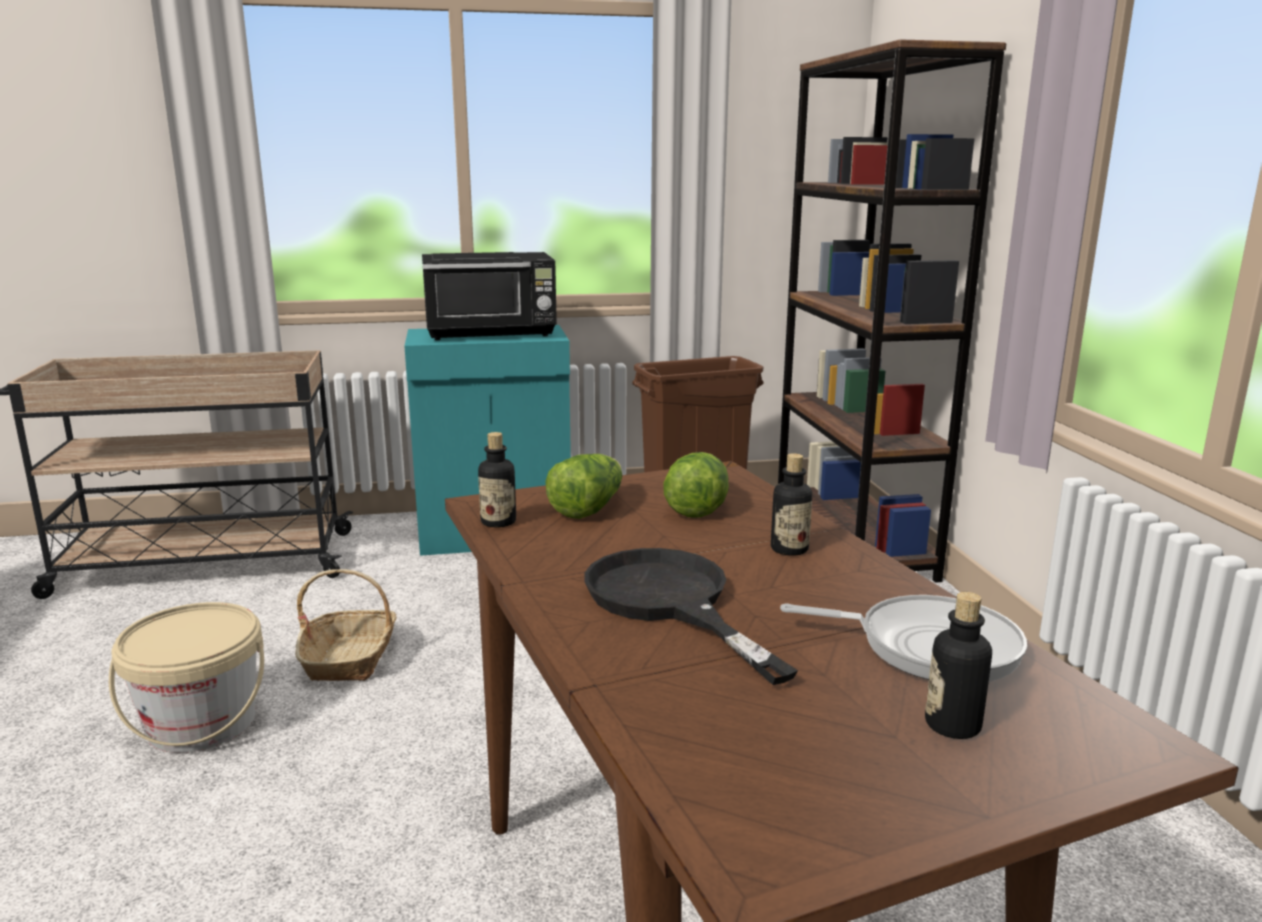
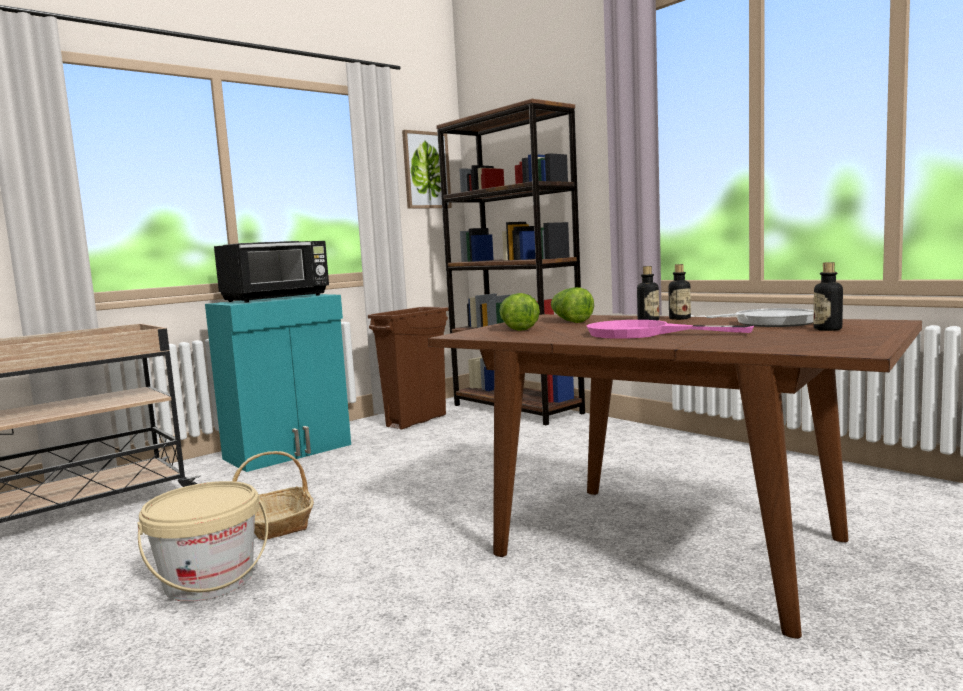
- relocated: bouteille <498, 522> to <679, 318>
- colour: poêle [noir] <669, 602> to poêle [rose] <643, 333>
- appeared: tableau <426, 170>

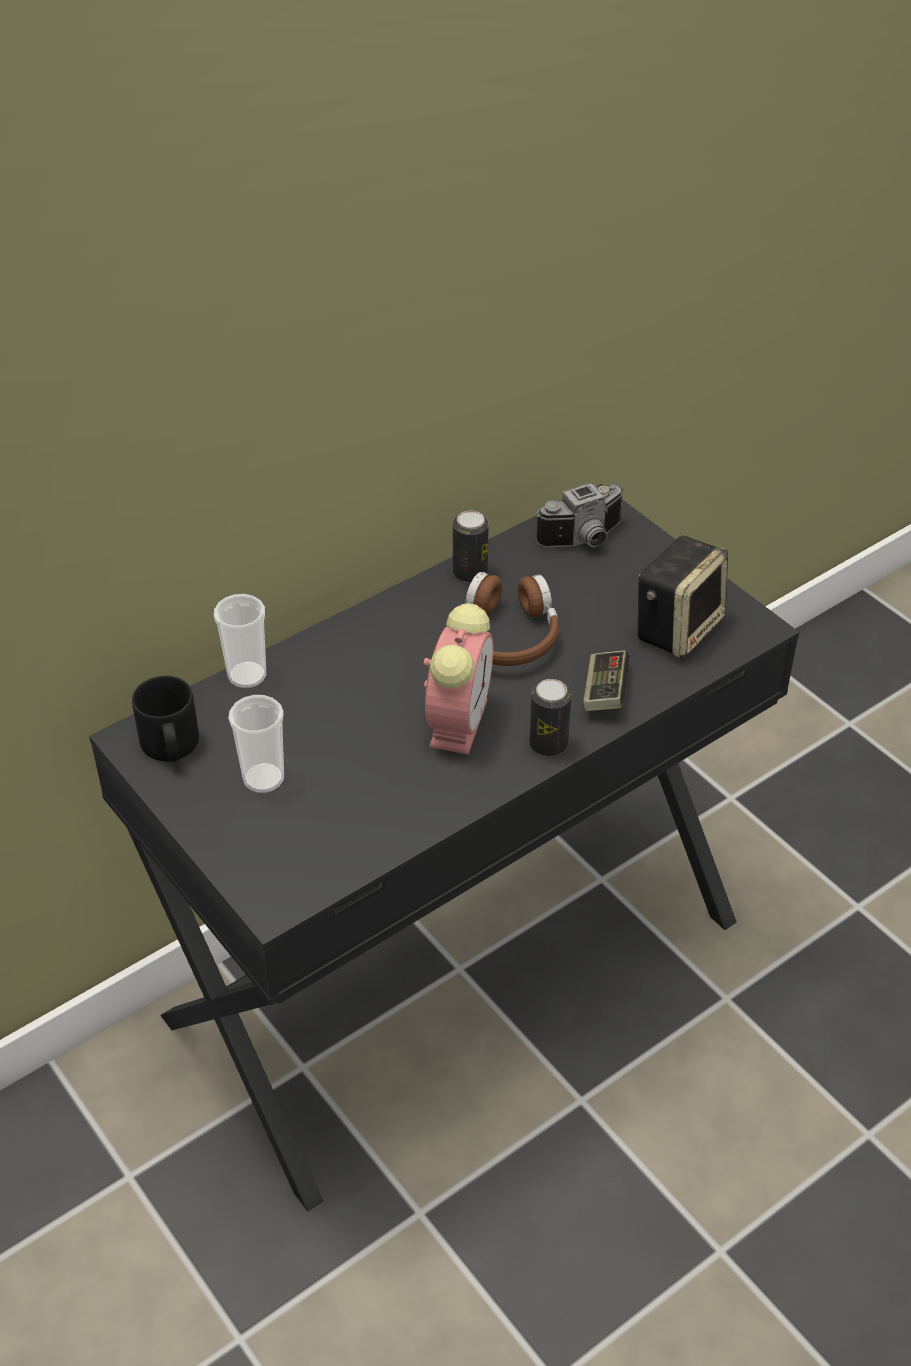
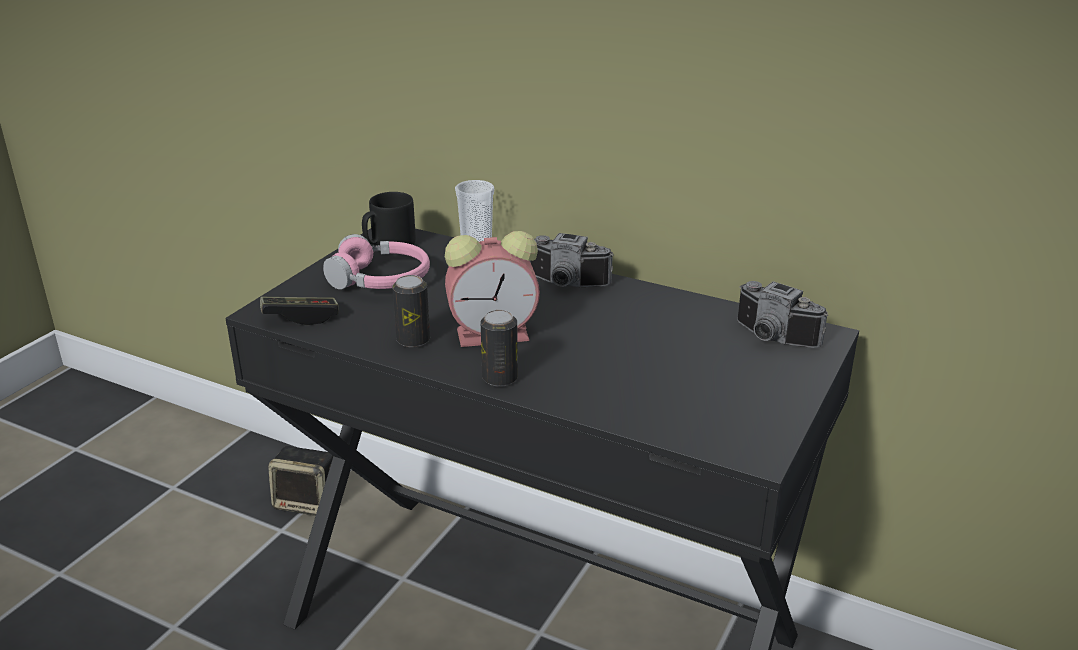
- relocated: boîte métallique <470, 573> to <413, 340>
- relocated: enceinte <677, 627> to <307, 502>
- missing: casque audio [marron] <506, 635>
- relocated: manette <604, 692> to <300, 317>
- exchanged: tasse <263, 778> to casque audio [rose] <380, 279>
- appeared: appareil photo <566, 285>

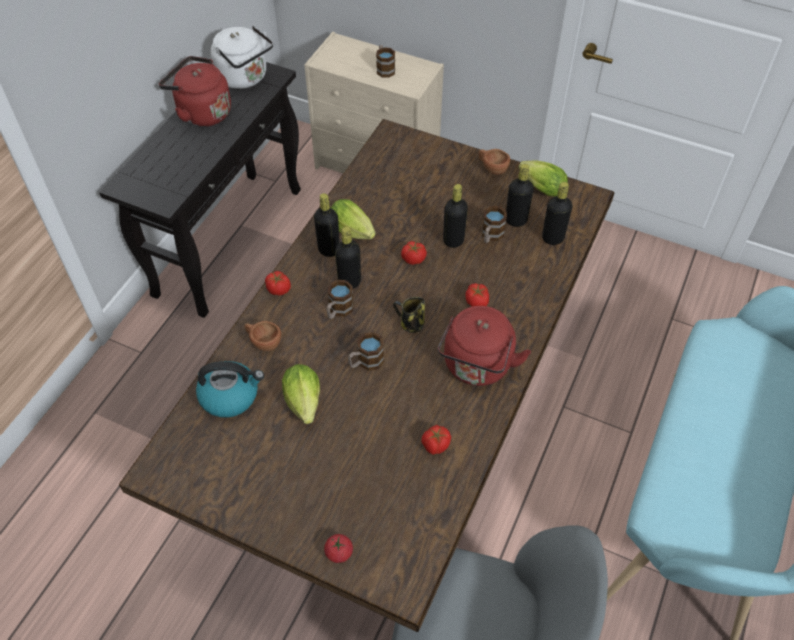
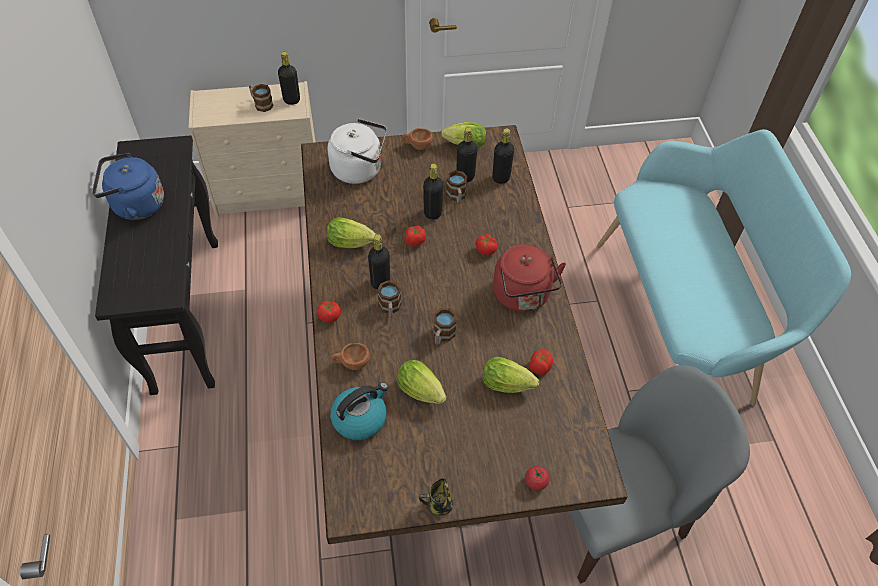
- relocated: bouilloire [blanc] <245, 78> to <360, 169>
- colour: bouilloire [rouge] <201, 113> to bouilloire [bleu] <135, 205>
- relocated: bouteille [noir] <329, 249> to <291, 100>
- relocated: mug <410, 324> to <438, 505>
- appeared: laitue <509, 385>

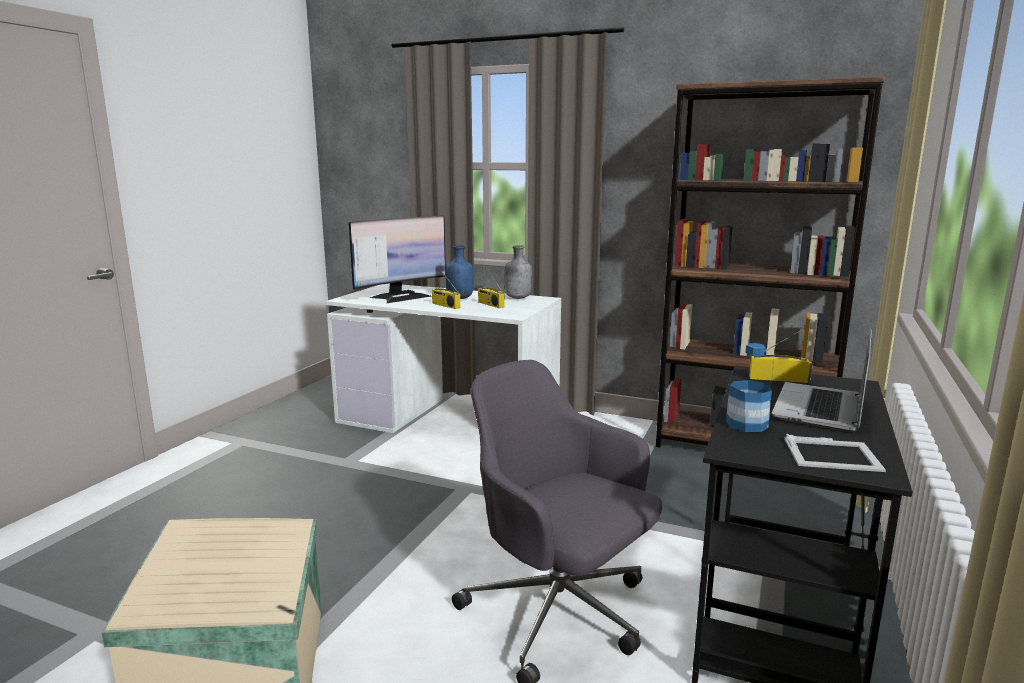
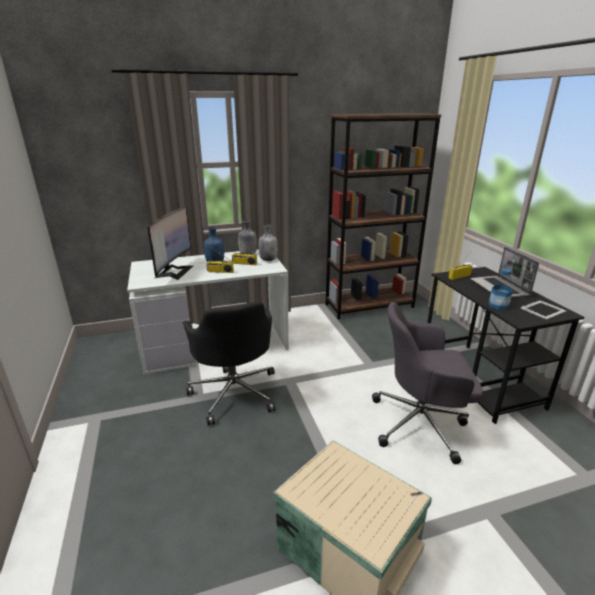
- appeared: bouteille [gris] <268, 259>
- appeared: chaise de bureau [noir] <235, 392>

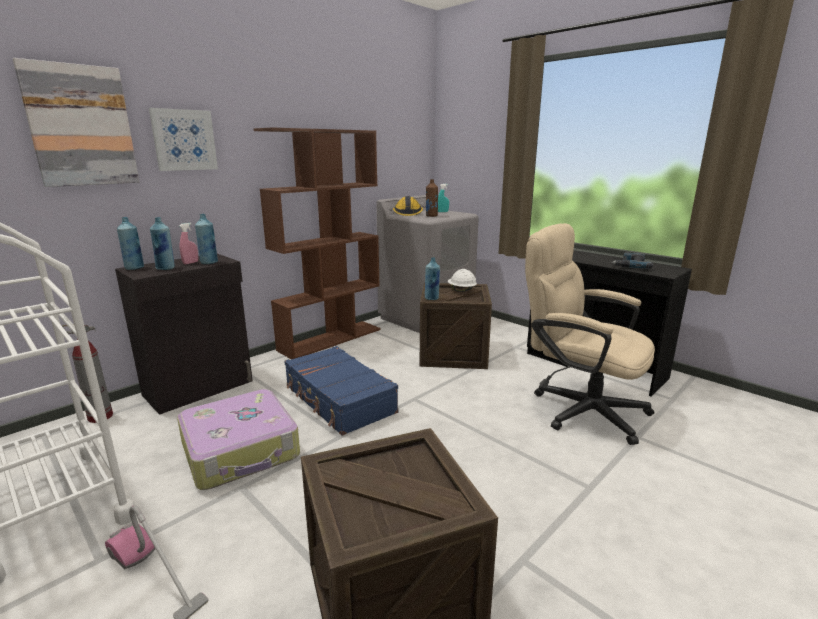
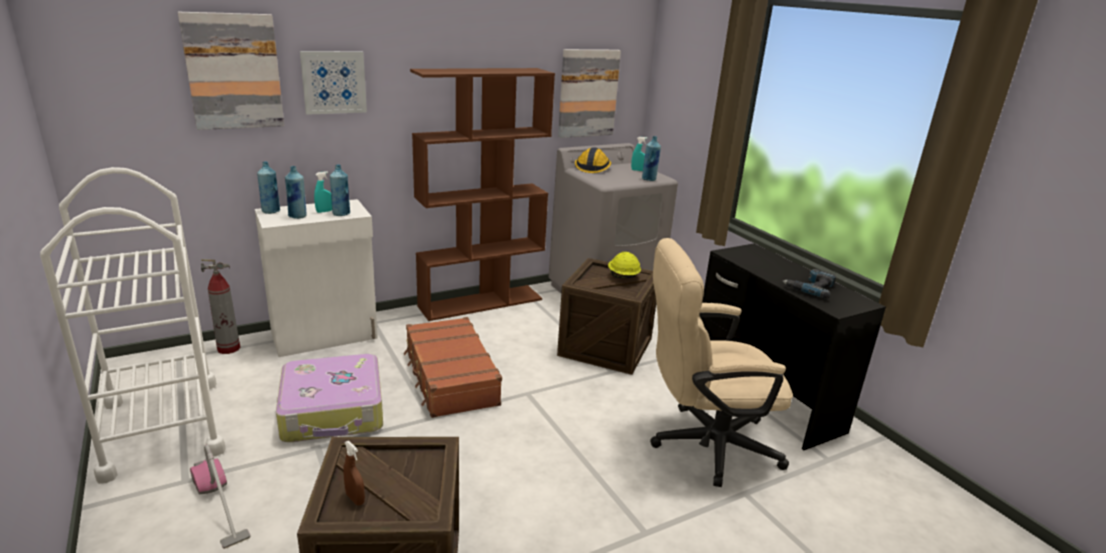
- missing: bouteille [marron] <431, 216>
- colour: vaporisateur [rose] <190, 263> to vaporisateur [turquoise] <324, 211>
- spun: chaise de bureau [beige] <579, 408> = <703, 444> 60 degrees counterclockwise
- colour: meuble de rangement [noir] <200, 388> to meuble de rangement [blanc] <325, 336>
- relocated: bouteille [bleu] <432, 298> to <649, 179>
- colour: casque de chantier [blanc] <461, 290> to casque de chantier [jaune] <623, 276>
- colour: valise [bleu] <339, 400> to valise [marron] <450, 377>
- appeared: tableau <587, 93>
- appeared: vaporisateur [marron] <355, 499>

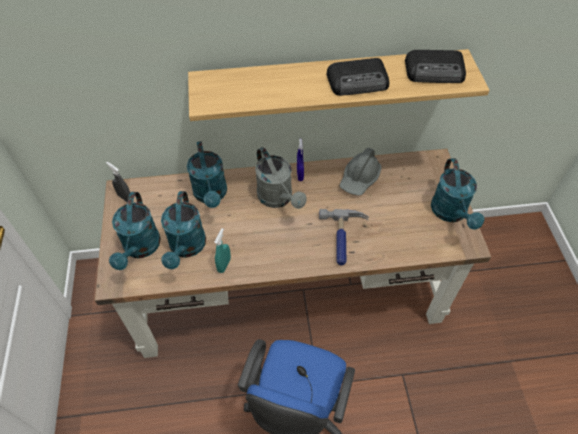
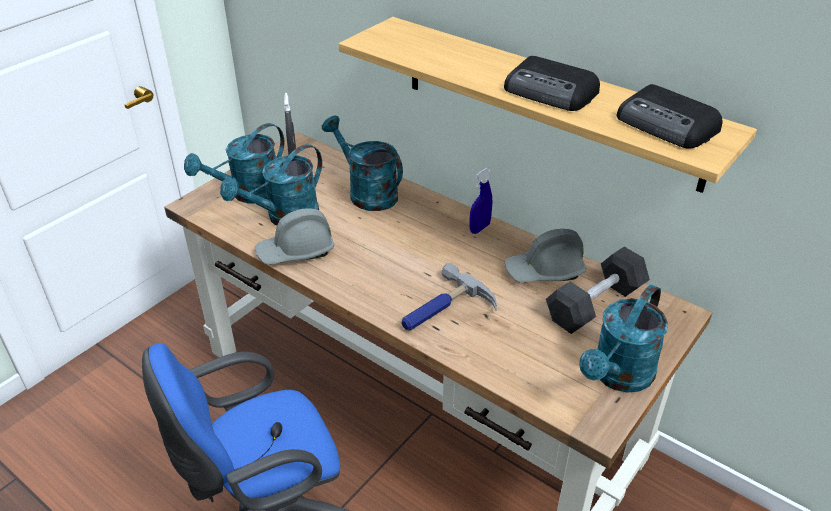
- spun: arrosoir [turquoise] <211, 195> = <366, 192> 105 degrees clockwise
- missing: arrosoir [gris] <278, 199>
- exchanged: vaporisateur [turquoise] <224, 265> to casque de chantier [gris] <296, 252>
- appeared: haltère [noir] <595, 304>

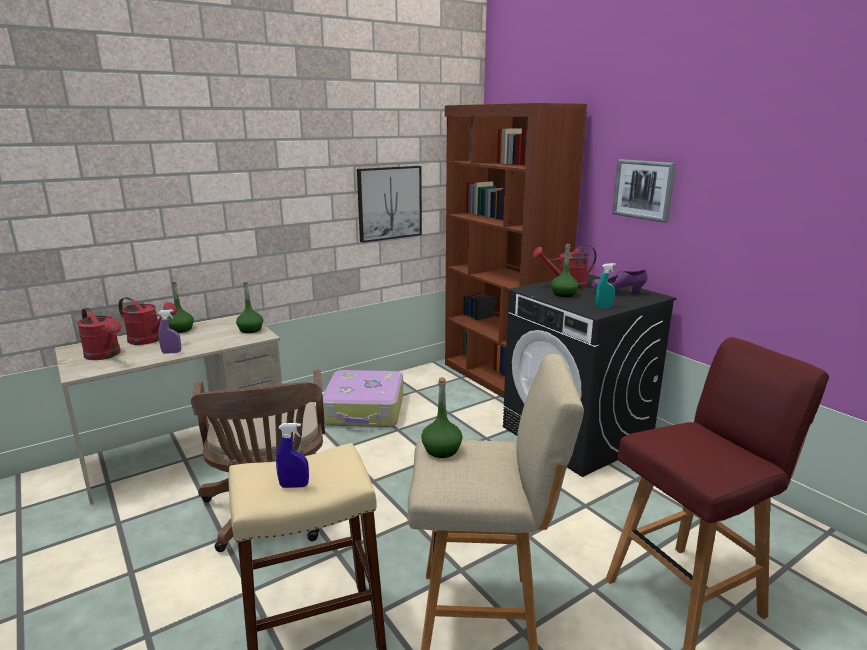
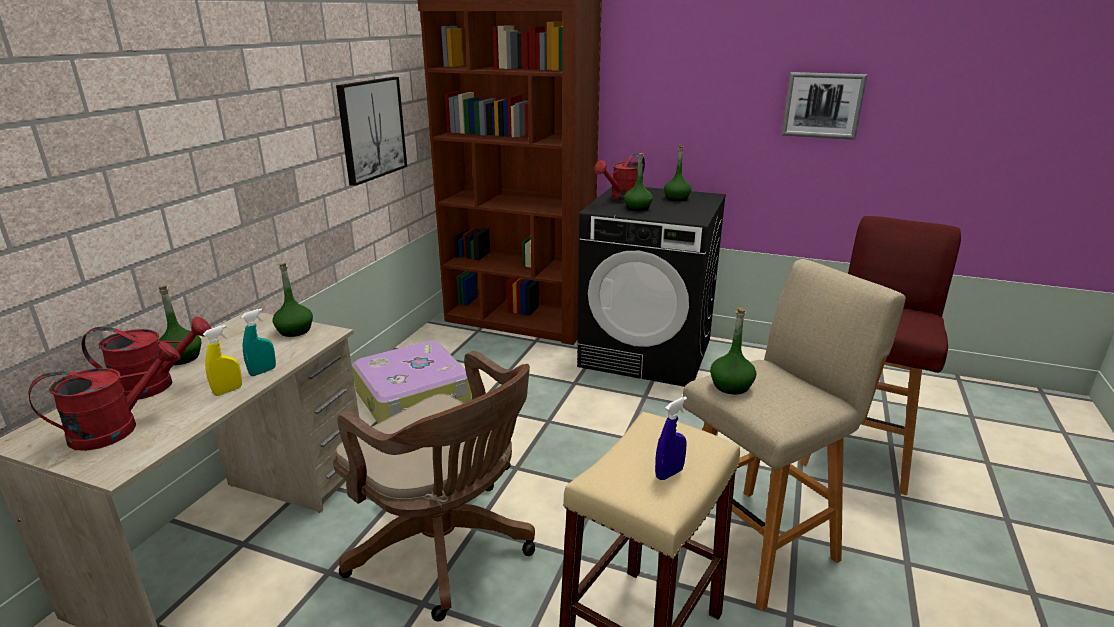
- relocated: tableau <643, 189> to <822, 105>
- relocated: vaporisateur [turquoise] <603, 307> to <263, 371>
- exchanged: chaussure [violet] <617, 293> to bouteille [vert] <677, 198>
- spun: arrosoir [rouge] <105, 355> = <117, 428> 45 degrees counterclockwise
- colour: vaporisateur [violet] <171, 352> to vaporisateur [jaune] <228, 391>

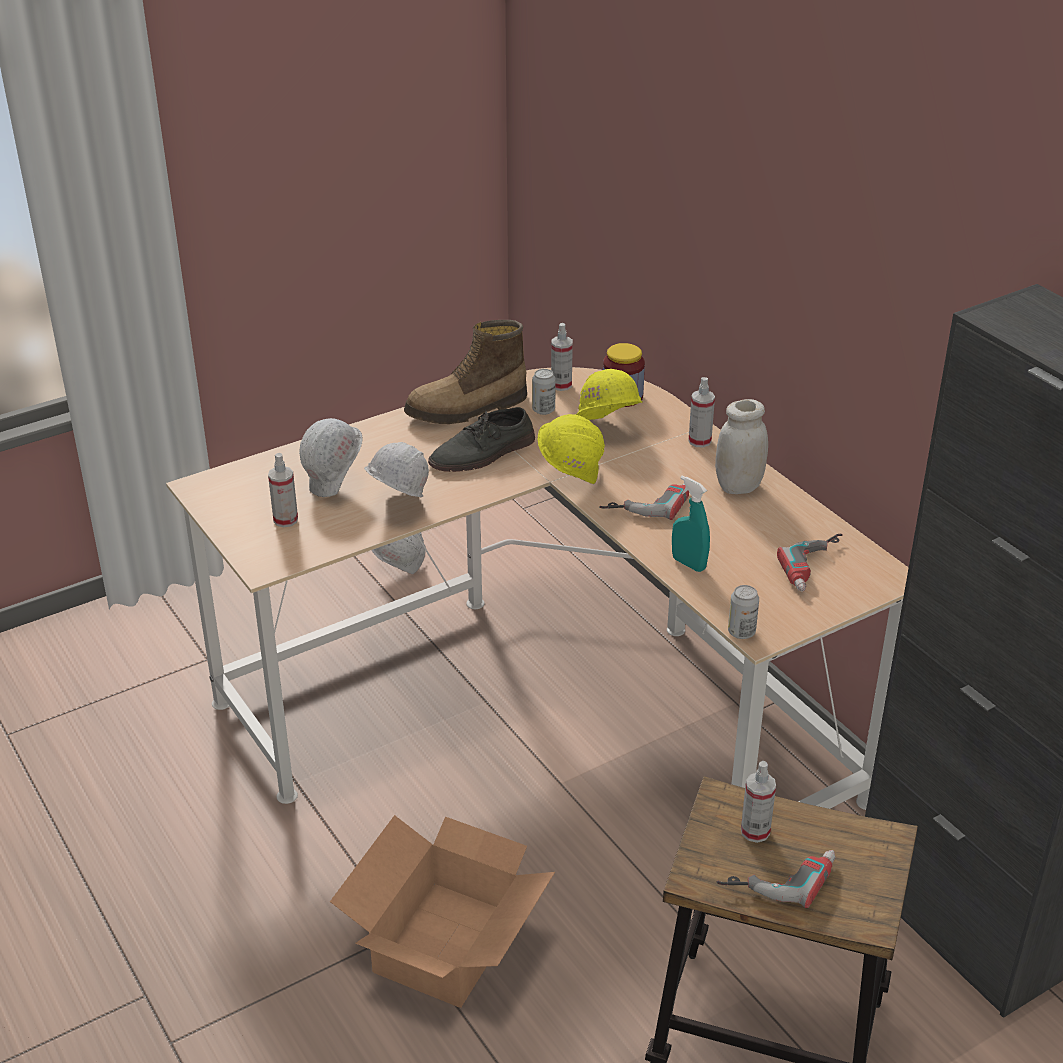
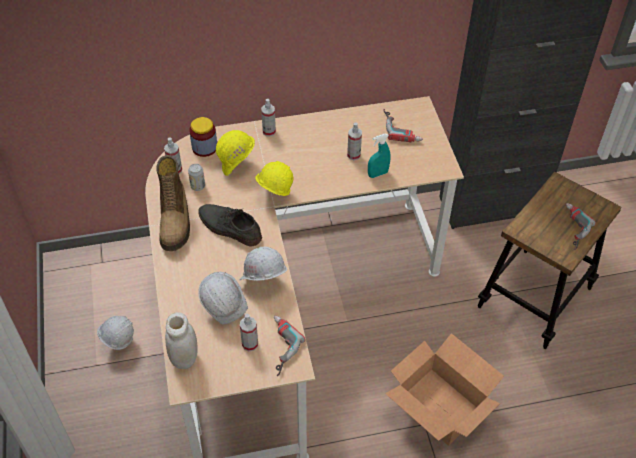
- relocated: bocal [blanc] <738, 486> to <184, 358>
- spun: chaussure [gris] <483, 453> = <229, 227> 135 degrees clockwise
- relocated: perceuse <647, 501> to <277, 346>
- missing: boîte métallique <741, 632>
- relocated: vaporisateur <755, 831> to <353, 155>

